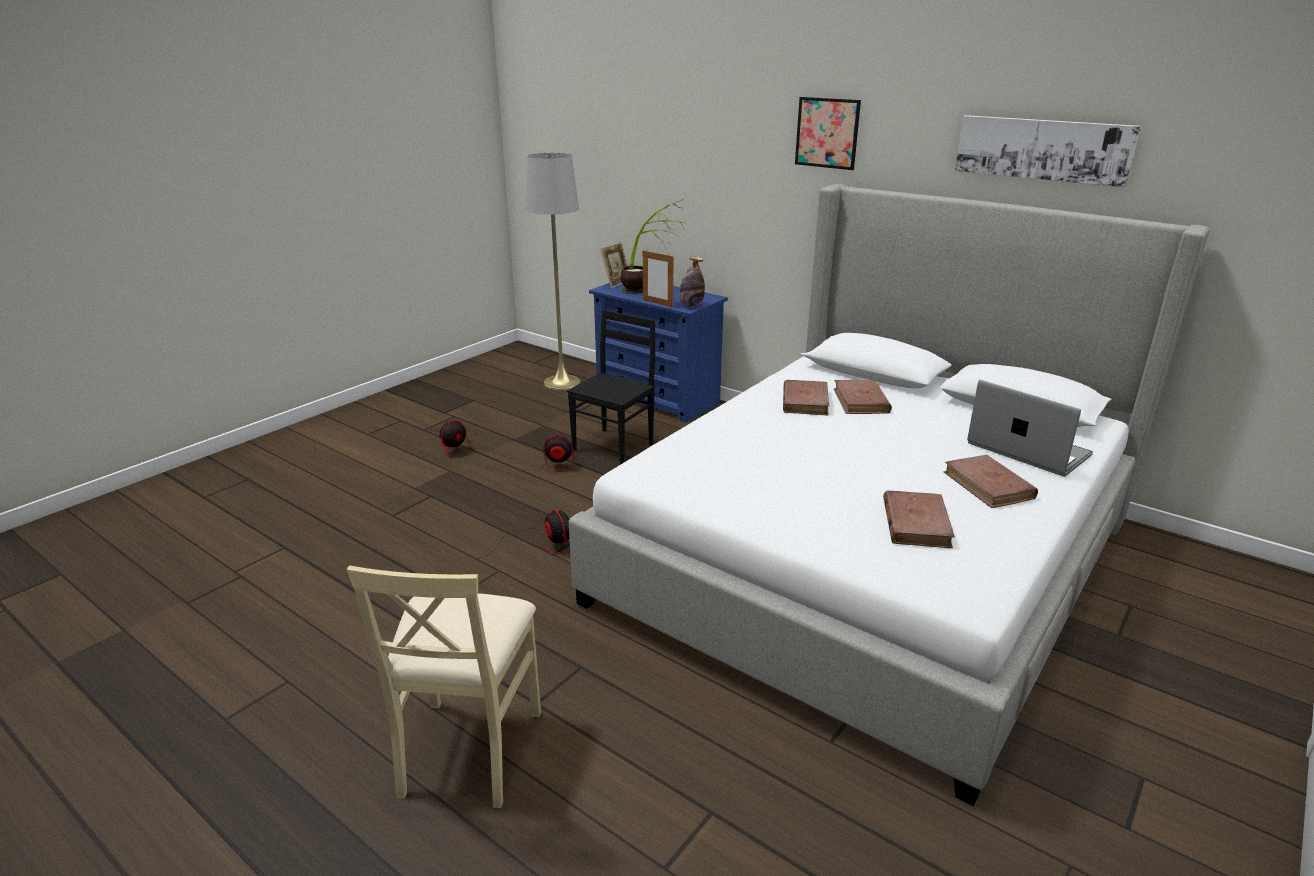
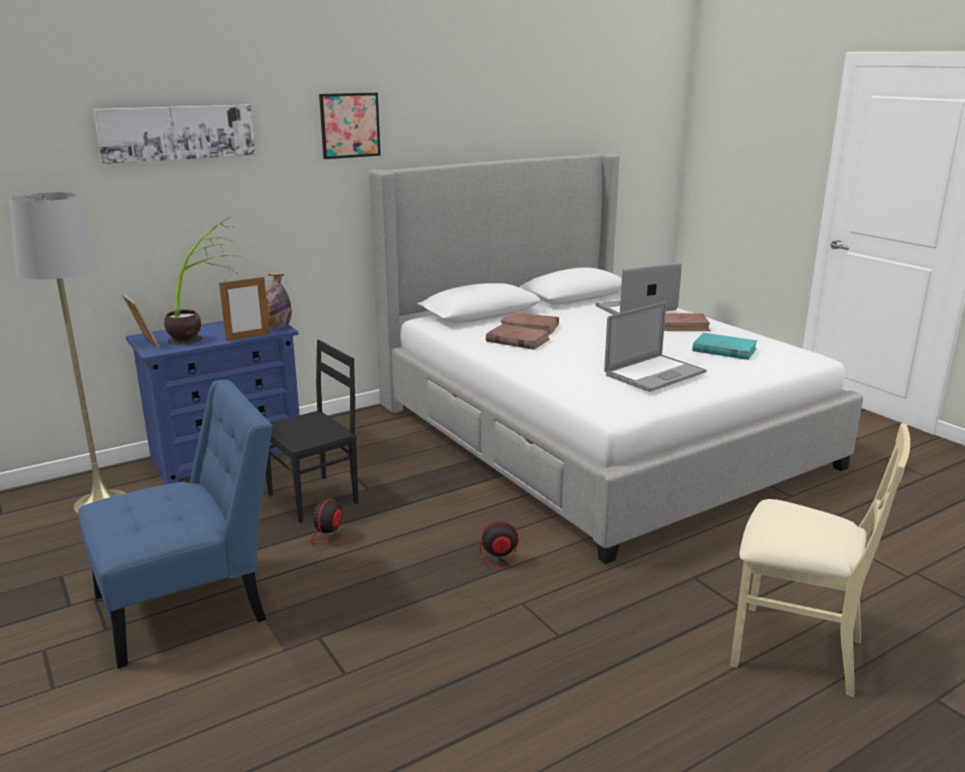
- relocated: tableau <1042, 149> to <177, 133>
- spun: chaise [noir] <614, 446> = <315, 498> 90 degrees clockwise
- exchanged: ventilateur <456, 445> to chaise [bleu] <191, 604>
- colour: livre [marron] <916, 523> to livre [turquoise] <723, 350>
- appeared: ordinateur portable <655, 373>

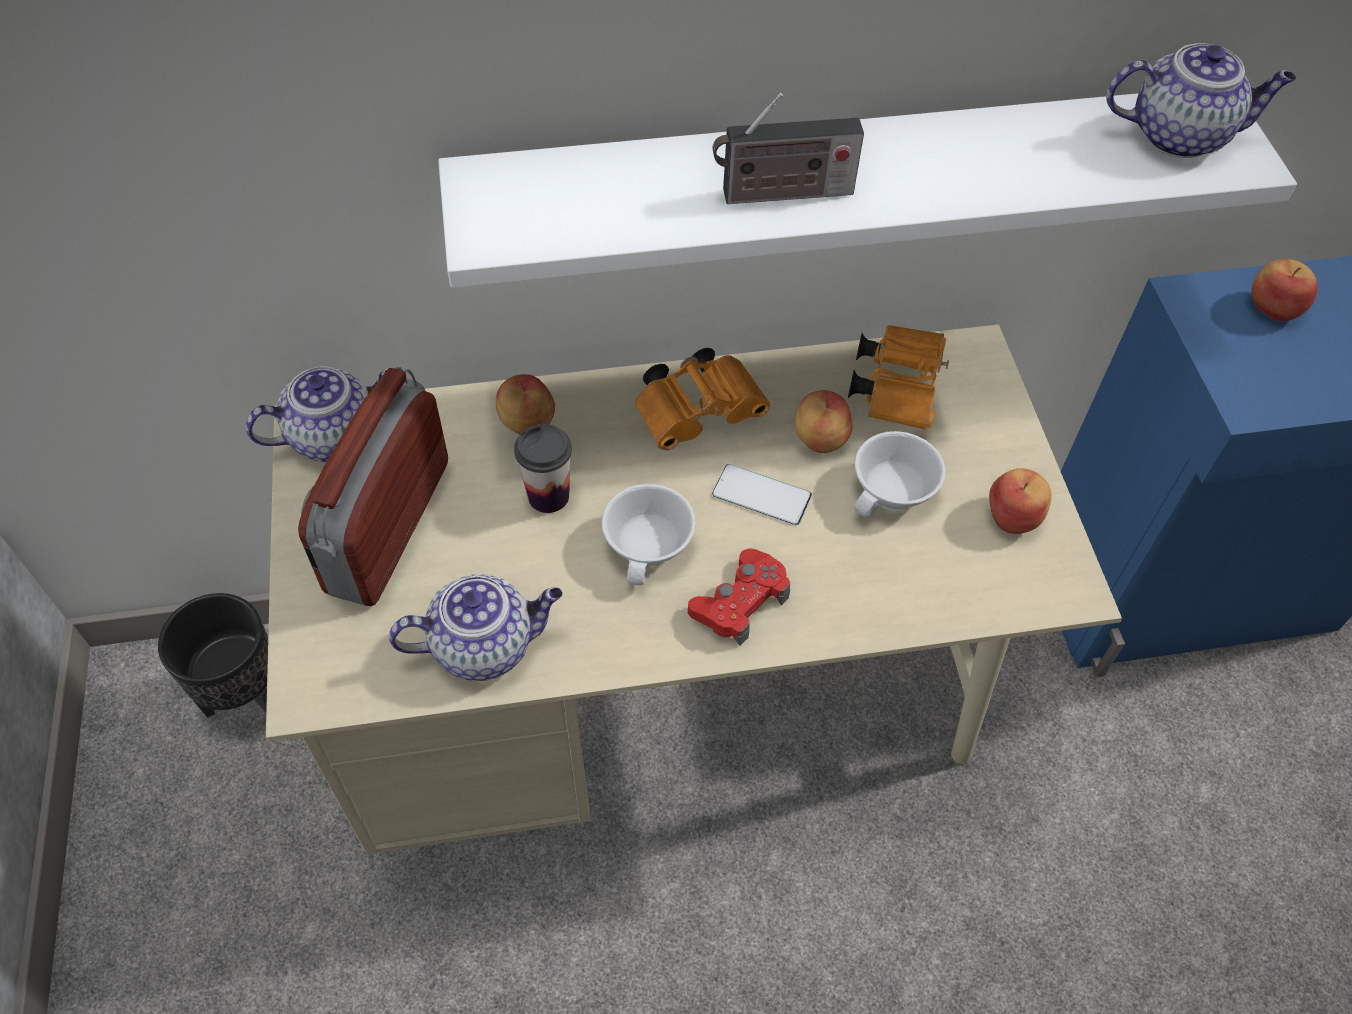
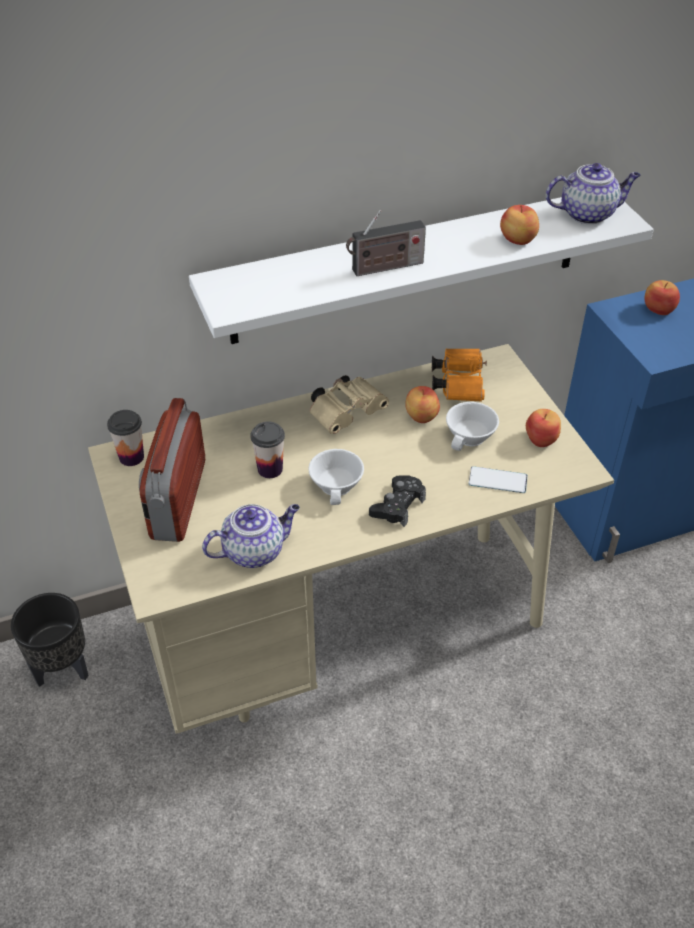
- colour: jumelles [orange] <701, 412> to jumelles [beige] <348, 413>
- exchanged: théière <336, 435> to tasse <131, 457>
- relocated: pomme <526, 423> to <517, 240>
- relocated: téléphone <761, 495> to <498, 480>
- colour: manette [rouge] <740, 602> to manette [noir] <397, 506>

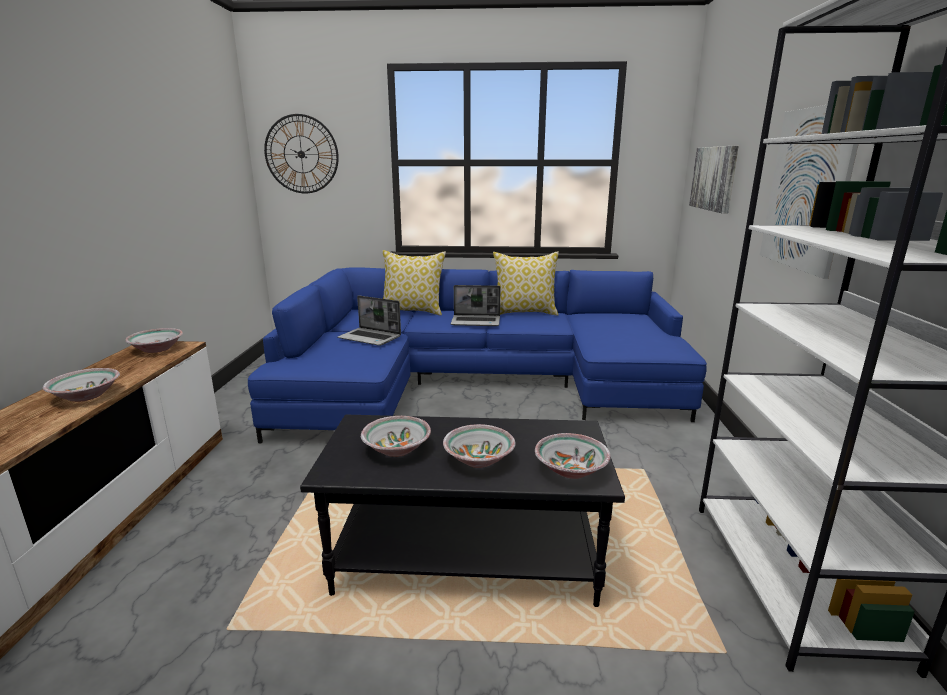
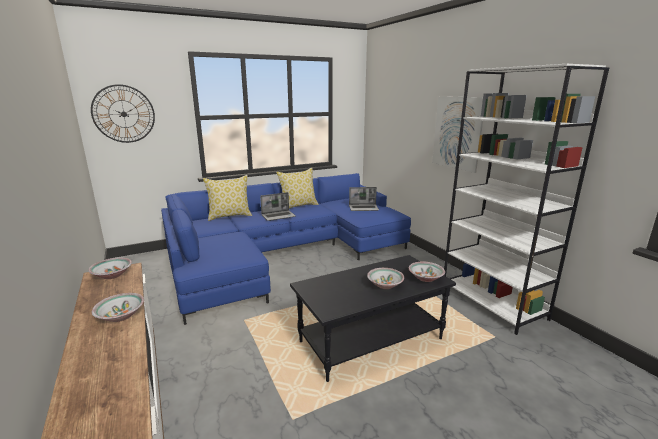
- missing: tableau <714, 178>
- relocated: ordinateur portable <370, 338> to <364, 208>
- missing: bol <397, 448>

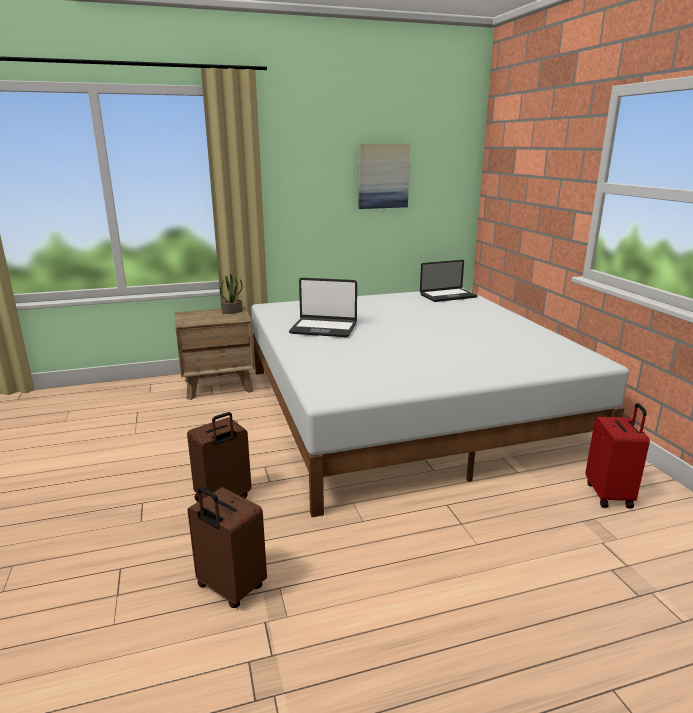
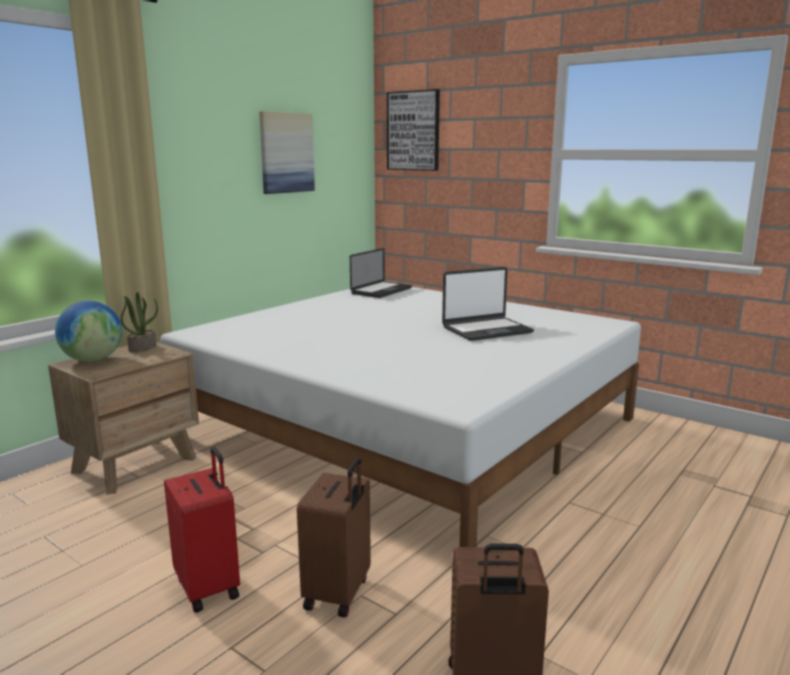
- relocated: ordinateur portable <324, 328> to <486, 330>
- relocated: valise [rouge] <610, 495> to <209, 587>
- appeared: tableau <413, 131>
- appeared: globe <93, 360>

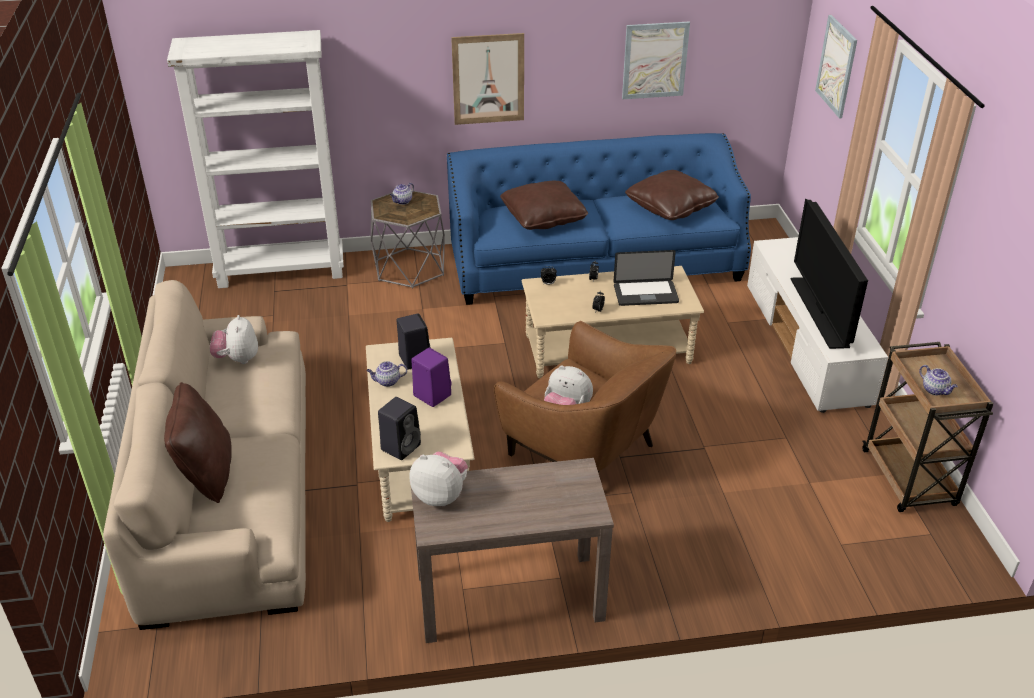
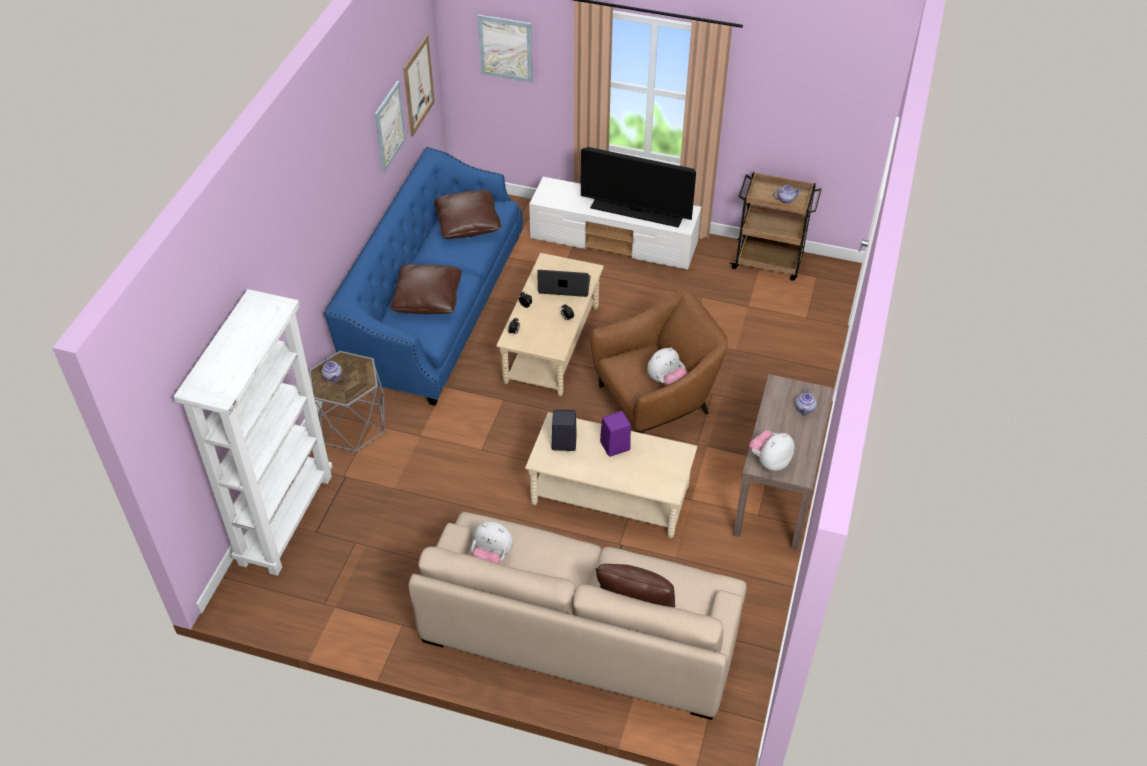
- relocated: tableau <488, 79> to <418, 85>
- spun: ordinateur portable <645, 294> = <564, 285> 105 degrees counterclockwise
- relocated: théière <387, 381> to <805, 409>
- missing: enceinte [noir] <401, 446>

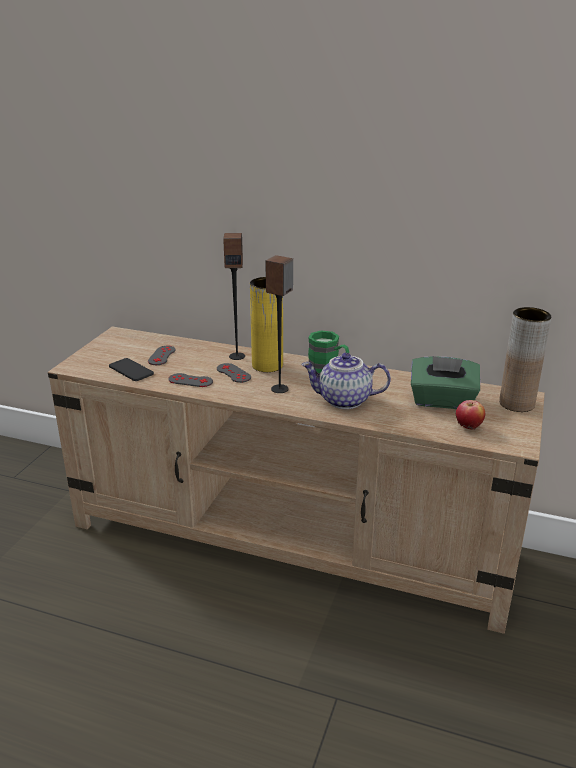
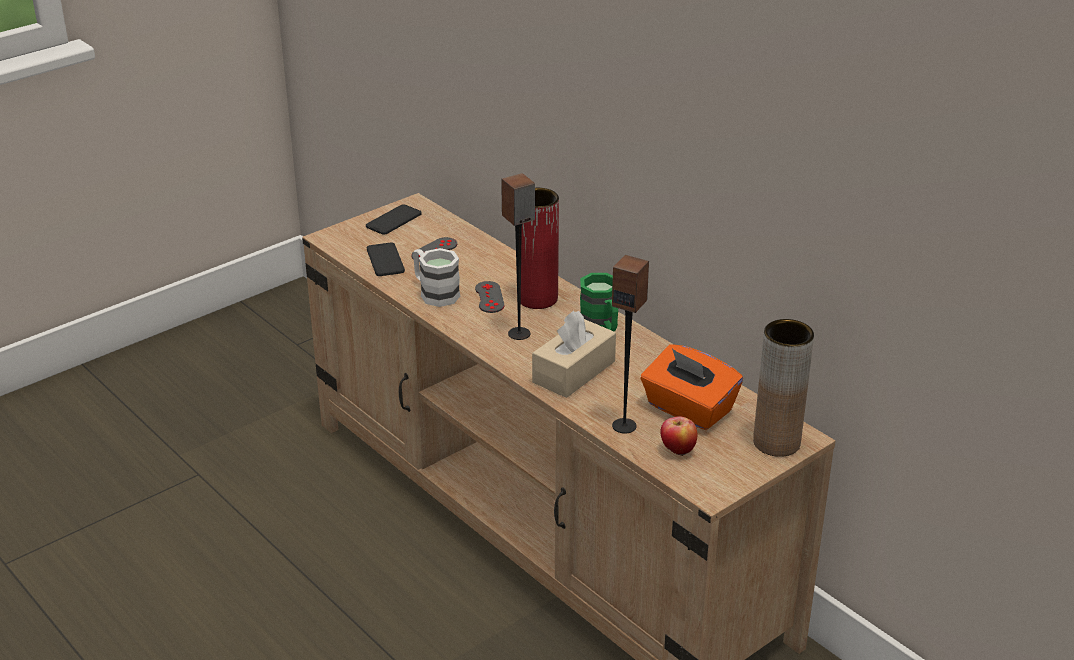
- relocated: enceinte <237, 356> to <624, 425>
- colour: vase [jaune] <267, 365> to vase [rouge] <537, 298>
- exchanged: théière <344, 401> to boîte à mouchoirs [beige] <574, 372>
- colour: boîte à mouchoirs [vert] <442, 401> to boîte à mouchoirs [orange] <688, 409>
- exchanged: manette [gris] <190, 380> to mug [blanc] <434, 293>
- appeared: téléphone <393, 220>

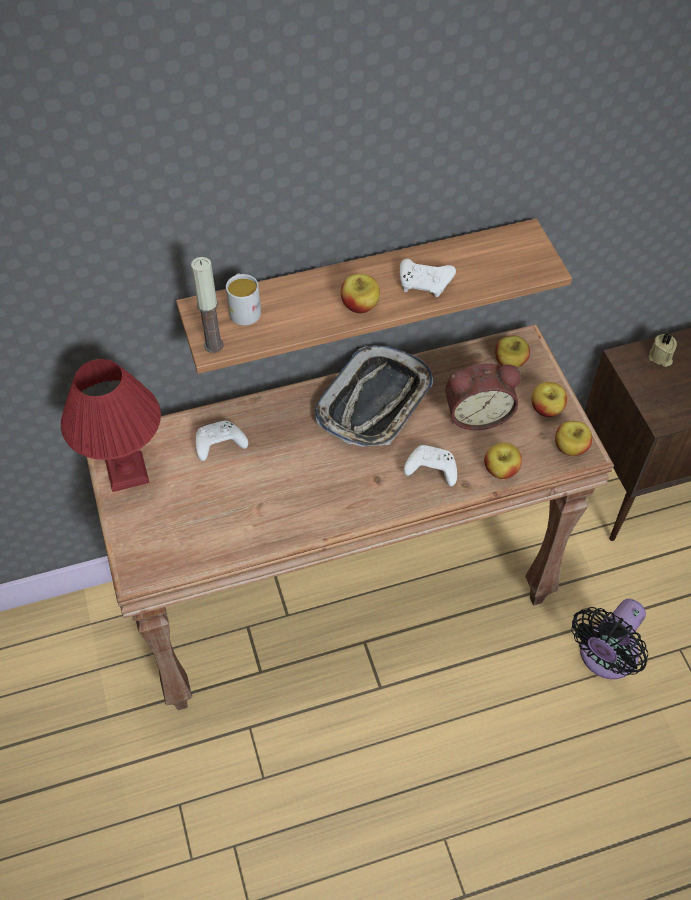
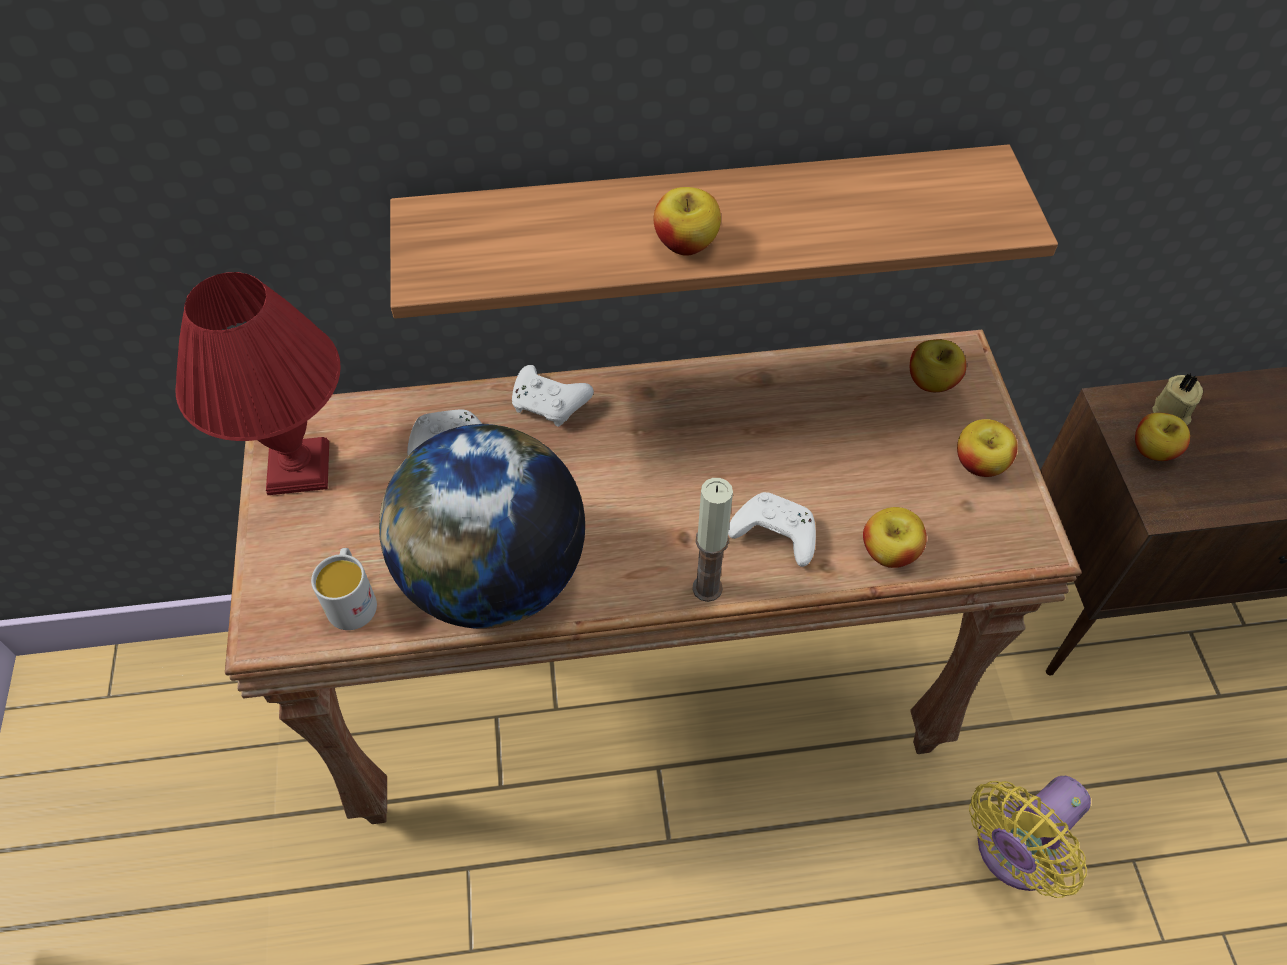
- relocated: bougie <213, 345> to <707, 588>
- relocated: manette [blanc] <425, 284> to <550, 404>
- relocated: mug [blanc] <244, 309> to <352, 600>
- missing: plateau <375, 403>
- missing: réveil <477, 414>
- relocated: pomme <570, 447> to <1153, 450>
- colour: ventilateur [noir] <604, 657> to ventilateur [jaune] <1014, 852>
- appeared: globe <494, 577>

